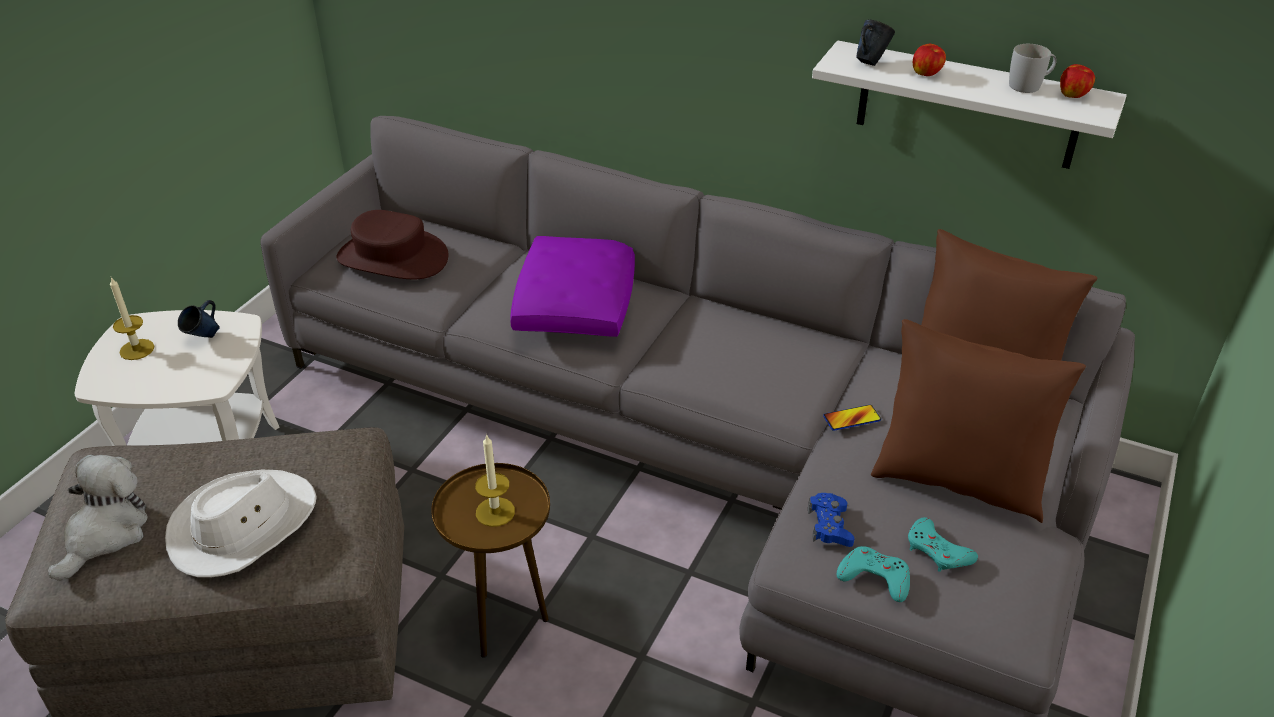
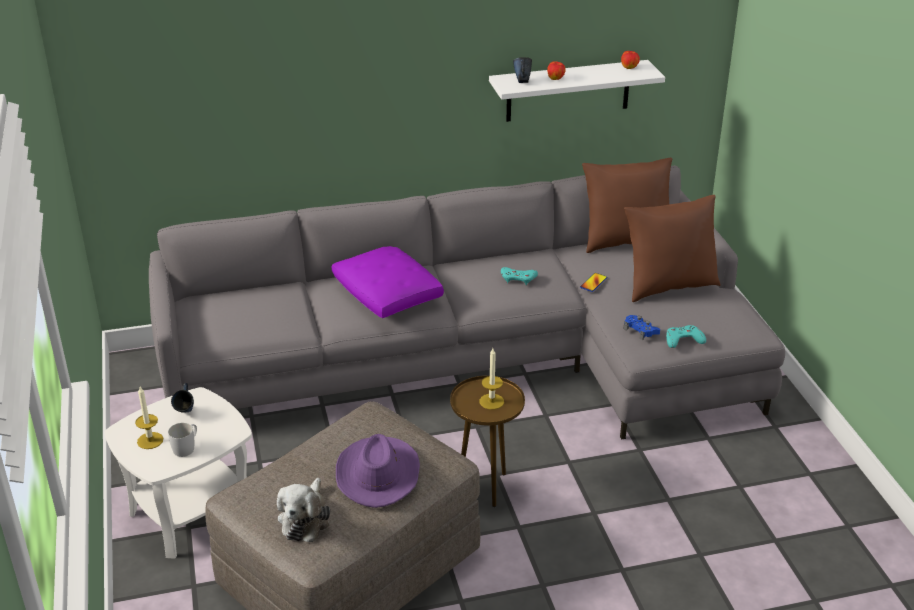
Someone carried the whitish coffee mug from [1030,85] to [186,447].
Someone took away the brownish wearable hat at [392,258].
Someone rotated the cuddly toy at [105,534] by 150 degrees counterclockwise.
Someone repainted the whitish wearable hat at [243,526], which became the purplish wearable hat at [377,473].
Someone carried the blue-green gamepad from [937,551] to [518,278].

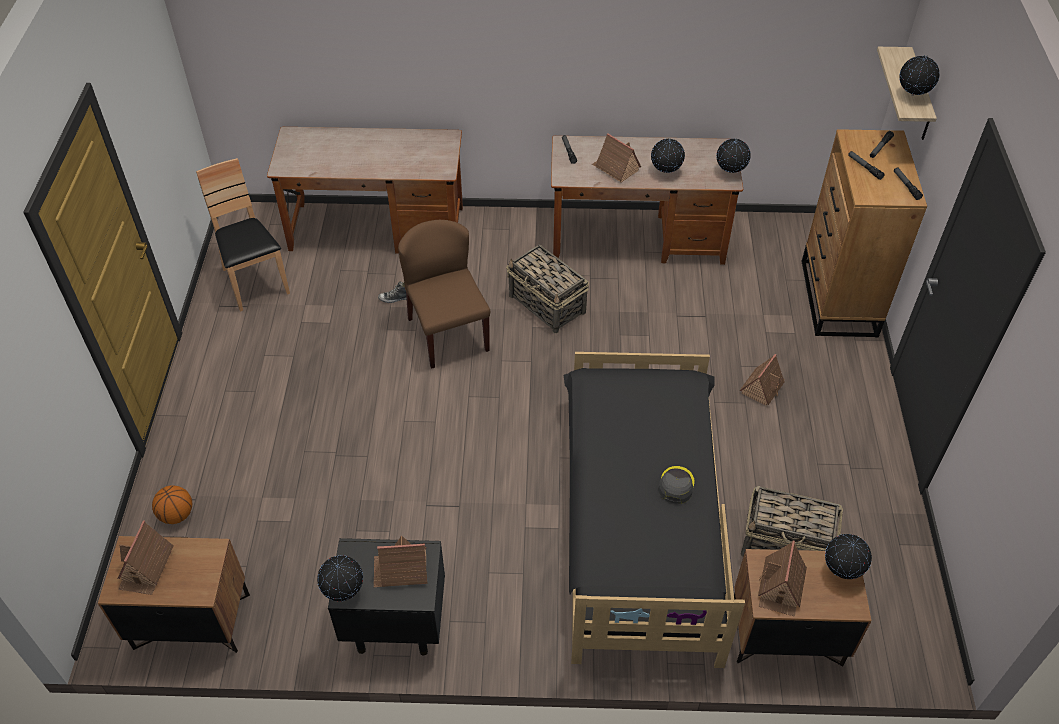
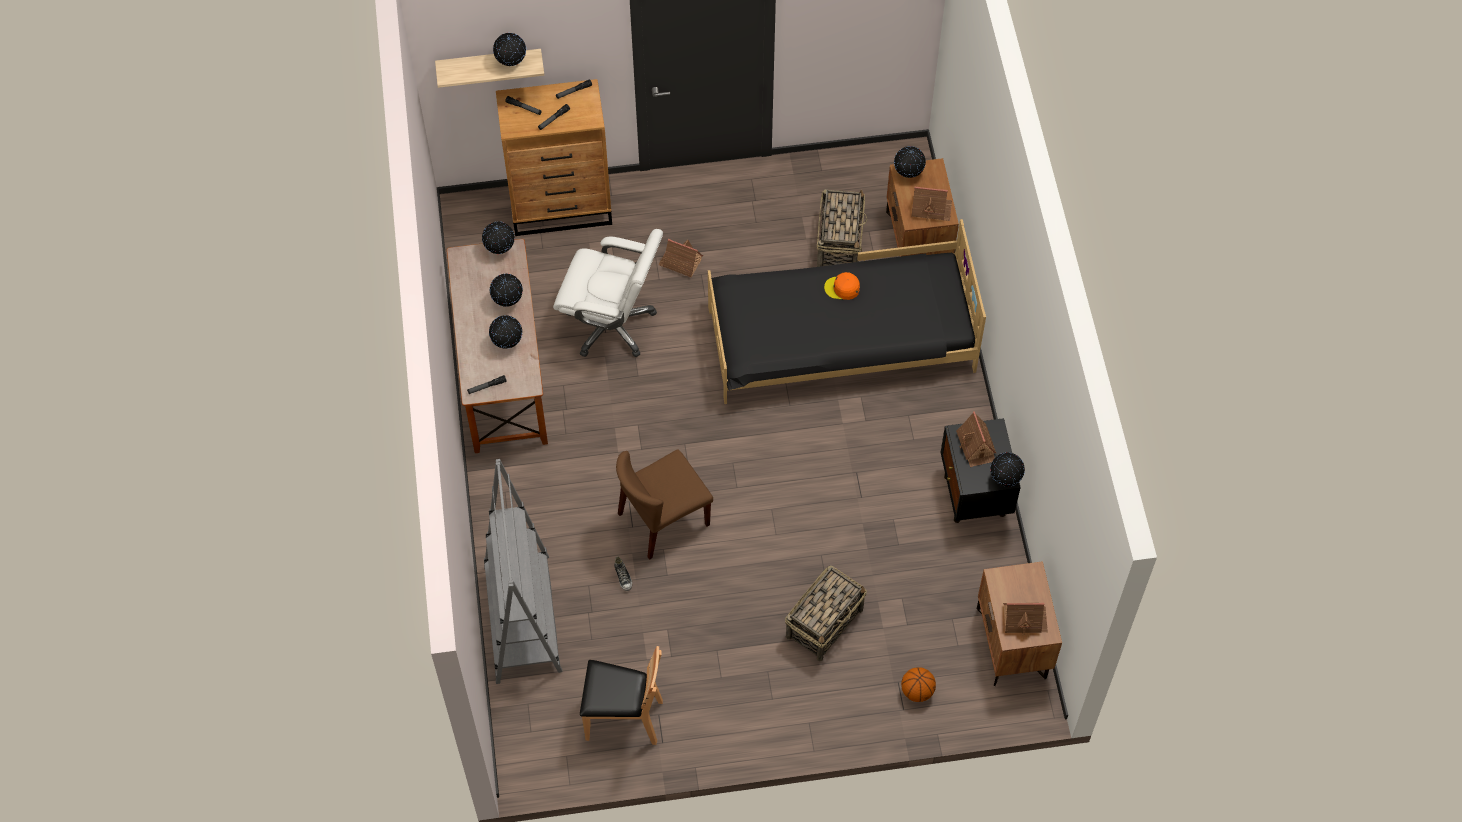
Someone swapped the desk at [377,229] for the gray bookcase at [523,618].
Someone swapped the miniature house at [616,168] for the world globe at [507,343].
Someone rotated the brownish plain chair at [255,282] by 135 degrees counterclockwise.
Someone carried the household basket from [547,304] to [825,622].
Someone repainted the gray baseball cap at [676,485], which became the orangey baseball cap at [842,288].
Someone put down the whitish computer chair at [612,324].

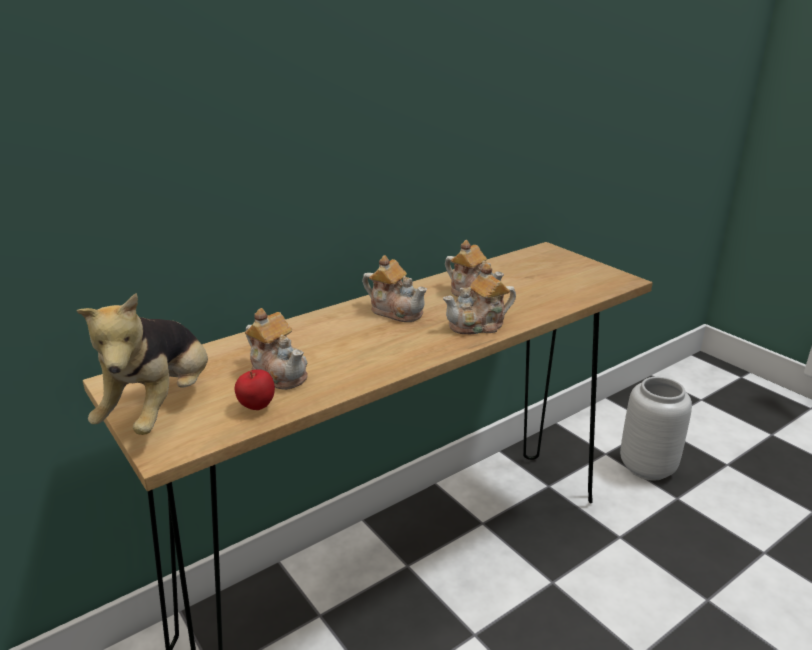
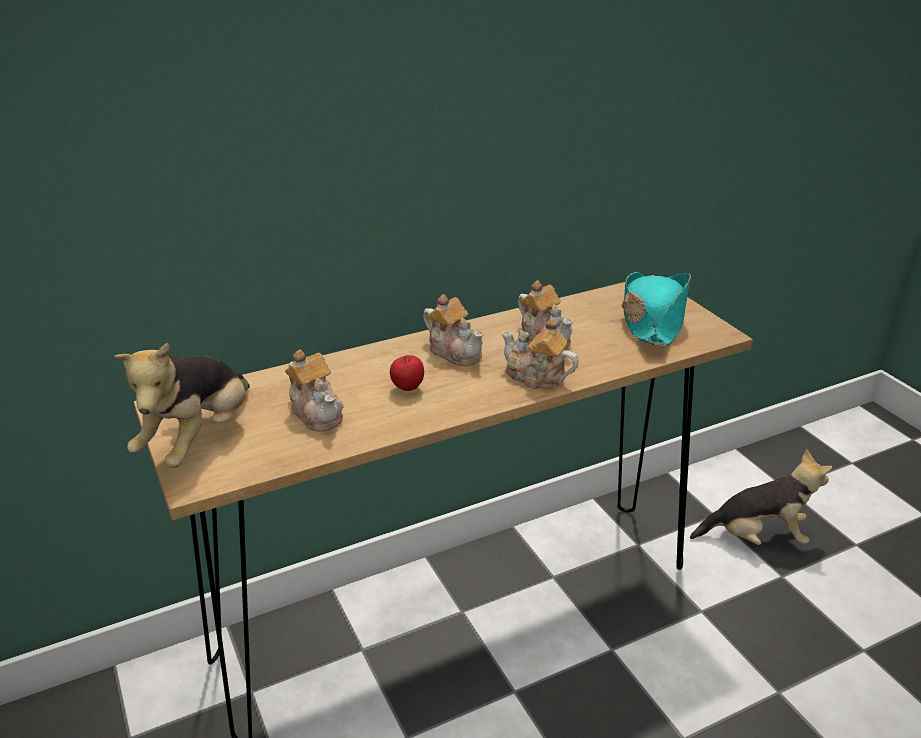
Someone rotated the tea pot at [479,325] by 45 degrees clockwise.
Someone carried the apple from [256,407] to [407,388].
Someone swapped the gray vase at [646,468] for the cuddly toy at [757,537].
Someone put down the blue-green wearable hat at [653,319].

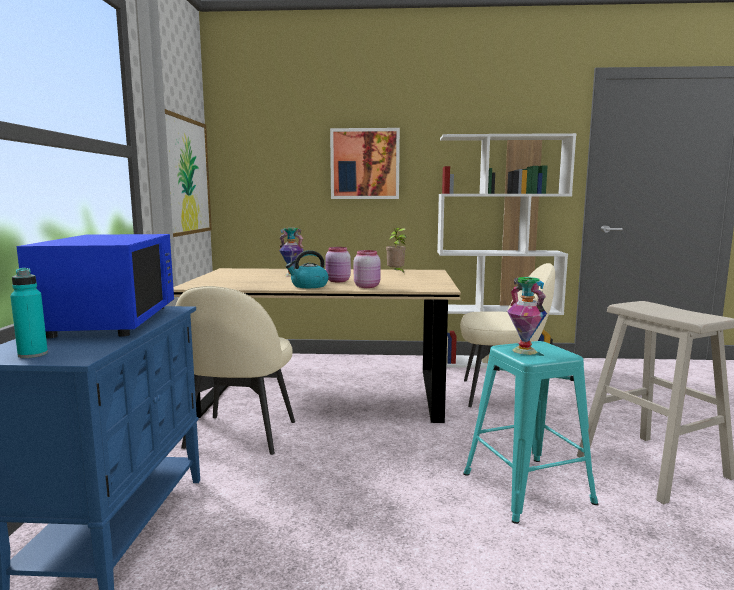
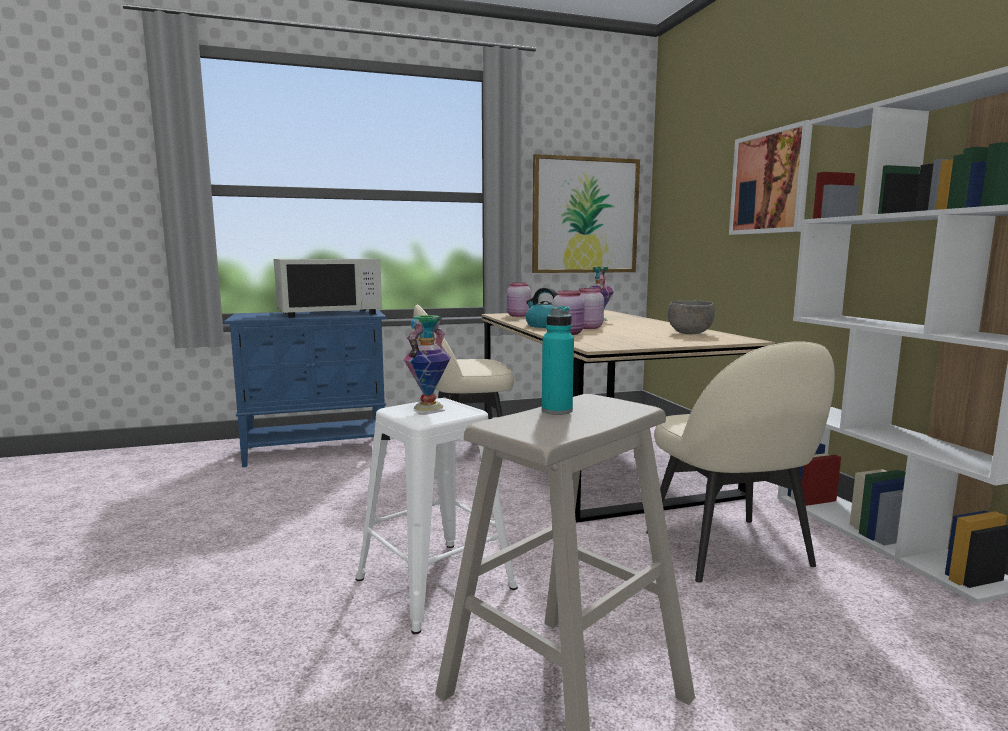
Someone swapped the potted plant at [396,273] for the gray serving bowl at [689,333].
Someone repainted the blue-coloured microwave oven at [110,321], which became the whitish microwave oven at [329,313].
Someone carried the blue-green drink bottle from [33,354] to [557,411].
Someone repainted the blue-green sitting stool at [529,488], which became the whitish sitting stool at [435,584].
Someone put down the pink-coloured jar at [518,316].

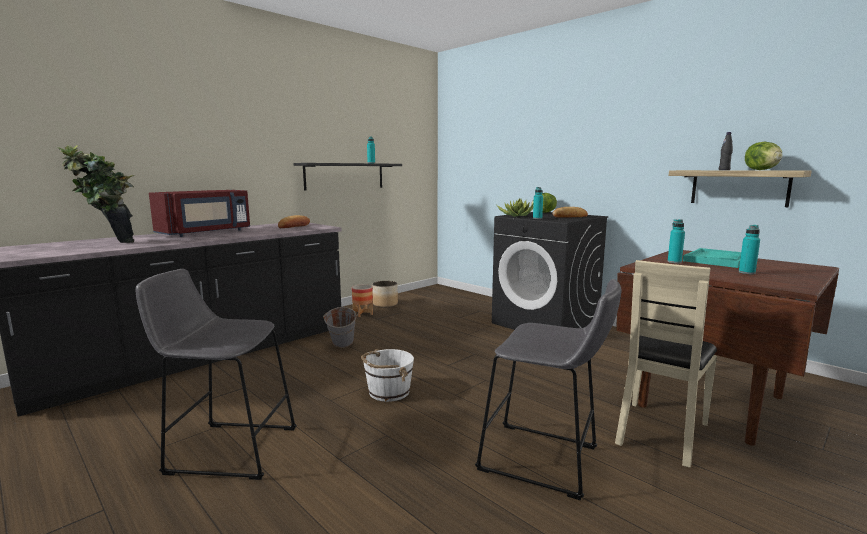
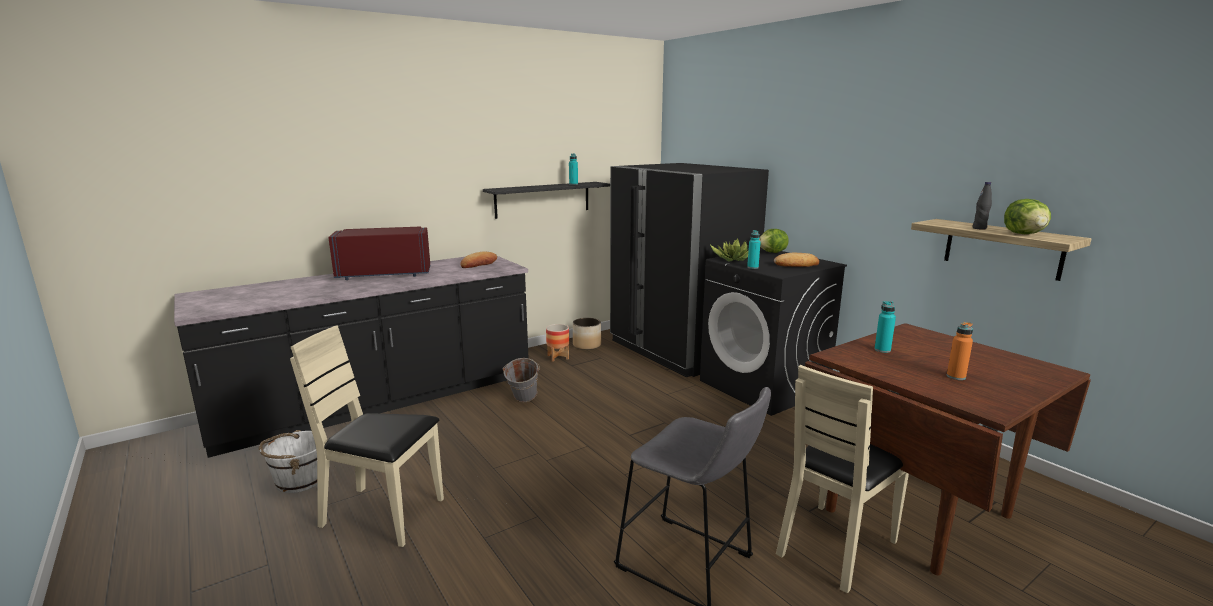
Someone took away the potted plant at [108,244].
Someone rotated the red microwave oven at [206,232] by 150 degrees counterclockwise.
Someone repainted the blue-green drink bottle at [746,272], which became the orangey drink bottle at [956,377].
Someone took away the blue-green tray at [717,260].
Someone swapped the gray sitting stool at [227,449] for the beige plain chair at [383,514].
Someone carried the whitish bucket from [388,392] to [299,480].
Someone put down the black-coloured kitchen fridge at [679,350].

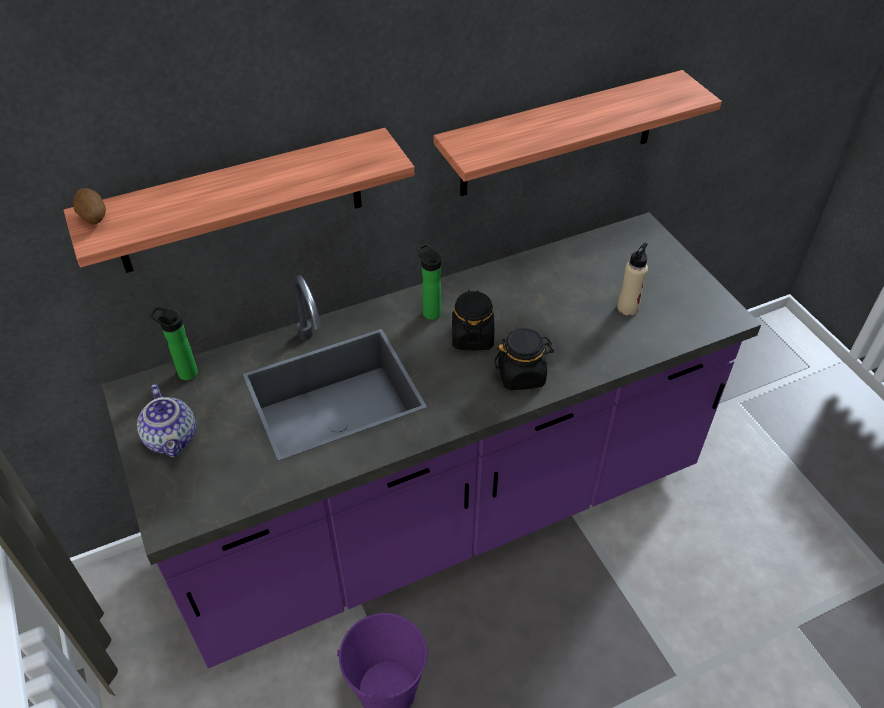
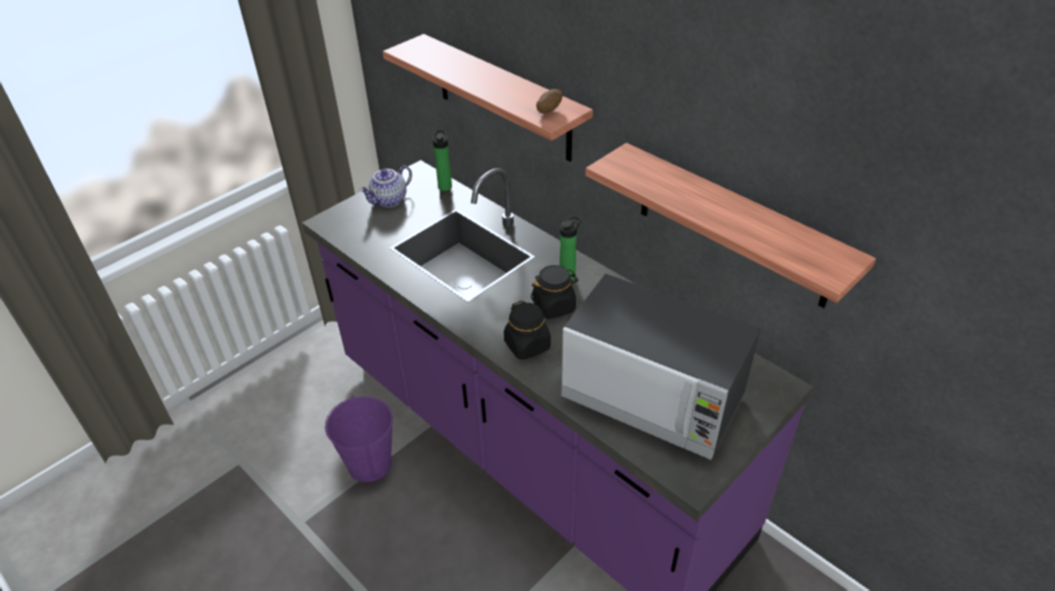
Someone carried the potato from [93,217] to [549,110].
Someone swapped the beige drink bottle at [628,308] for the microwave oven at [653,397].

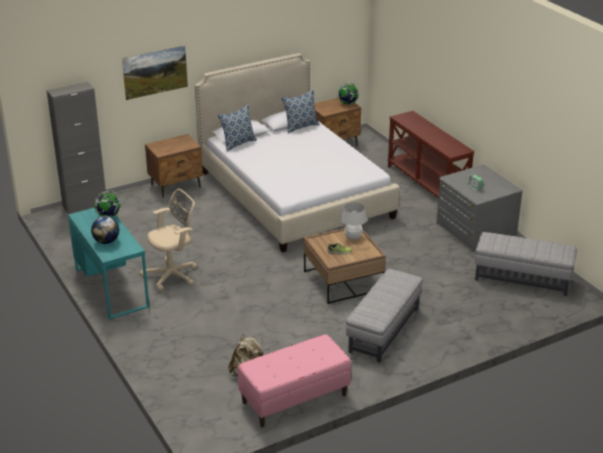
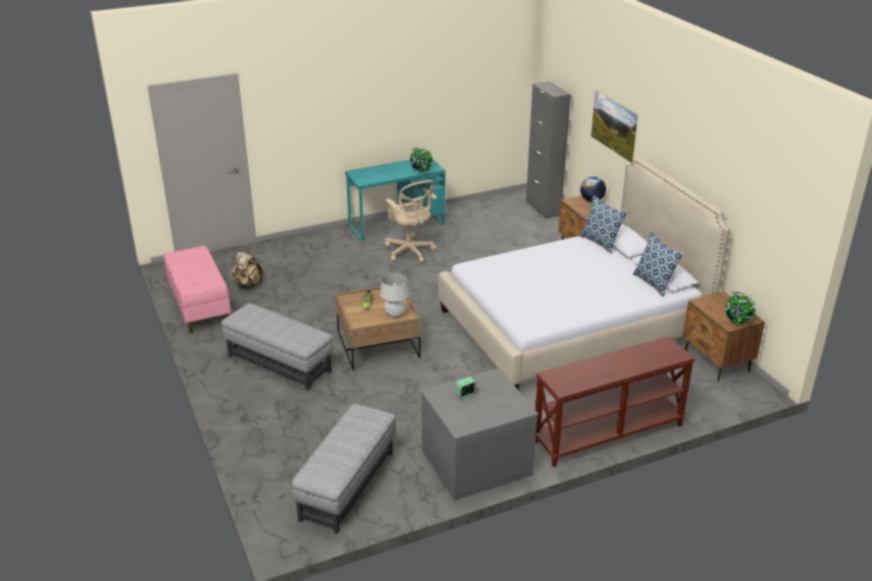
Someone carried the world globe from [106,241] to [591,200].

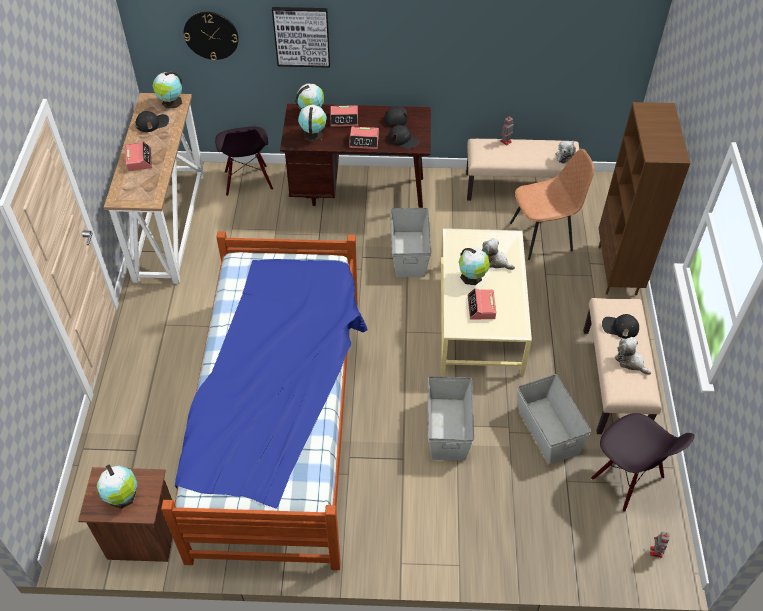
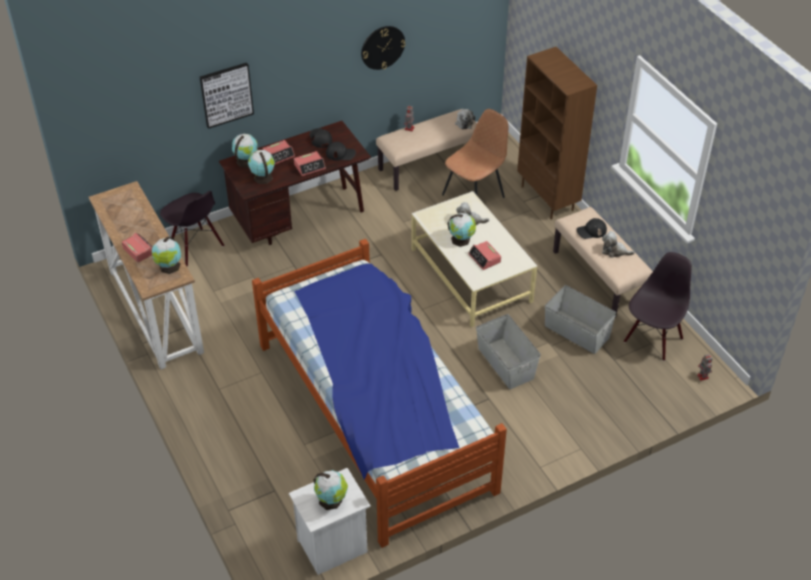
Someone carried the wall clock from [211,35] to [382,47].
Someone carried the world globe from [171,103] to [169,267].
Someone took away the black-coloured baseball cap at [152,123].
Someone took away the gray storage container at [409,253].
Someone rotated the black-coloured plain chair at [626,479] by 75 degrees counterclockwise.
Someone repainted the brownish bedside table at [142,538], which became the whitish bedside table at [333,547].

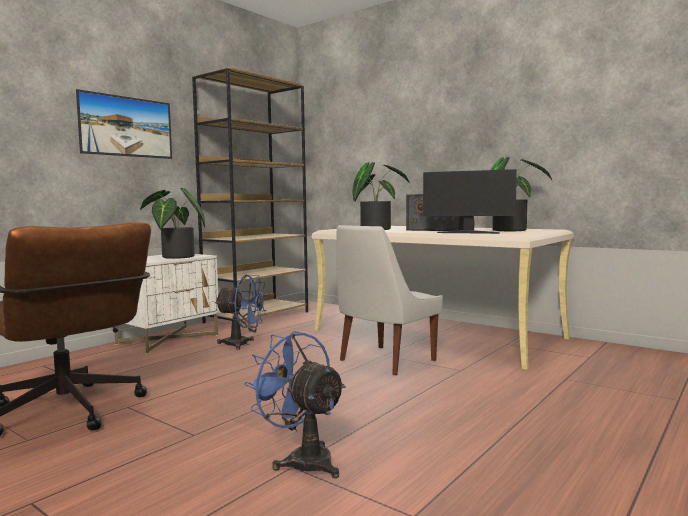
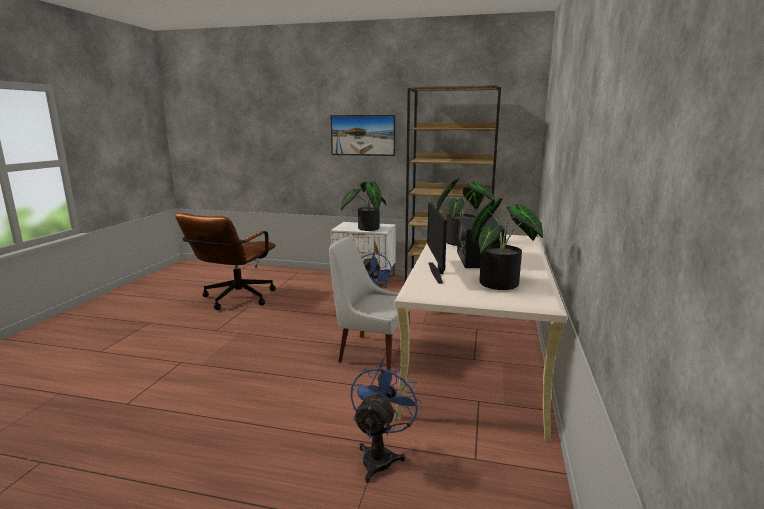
Someone carried the blue-coloured electric fan from [302,459] to [380,456].

